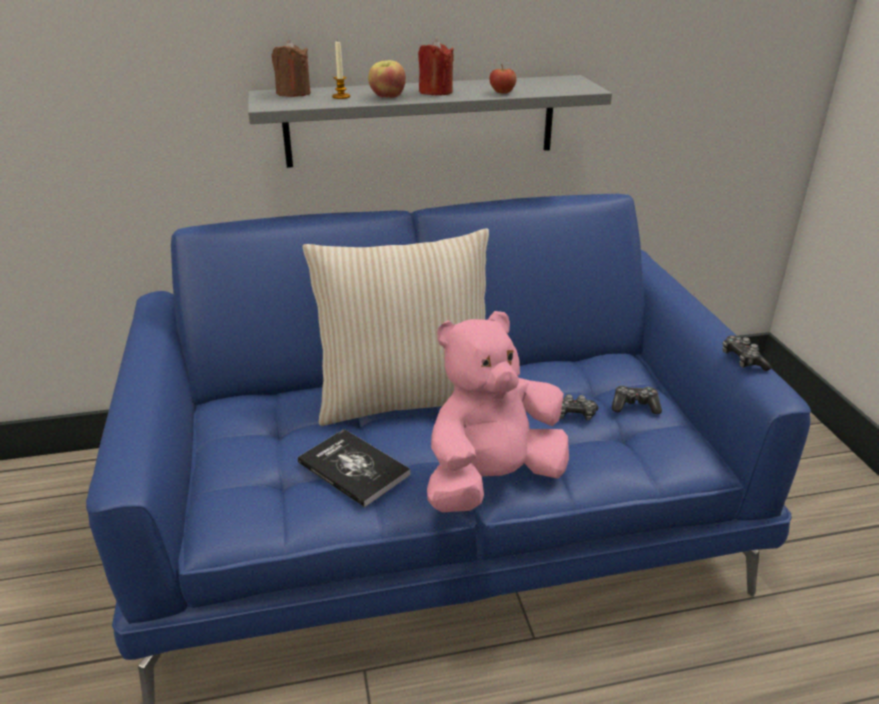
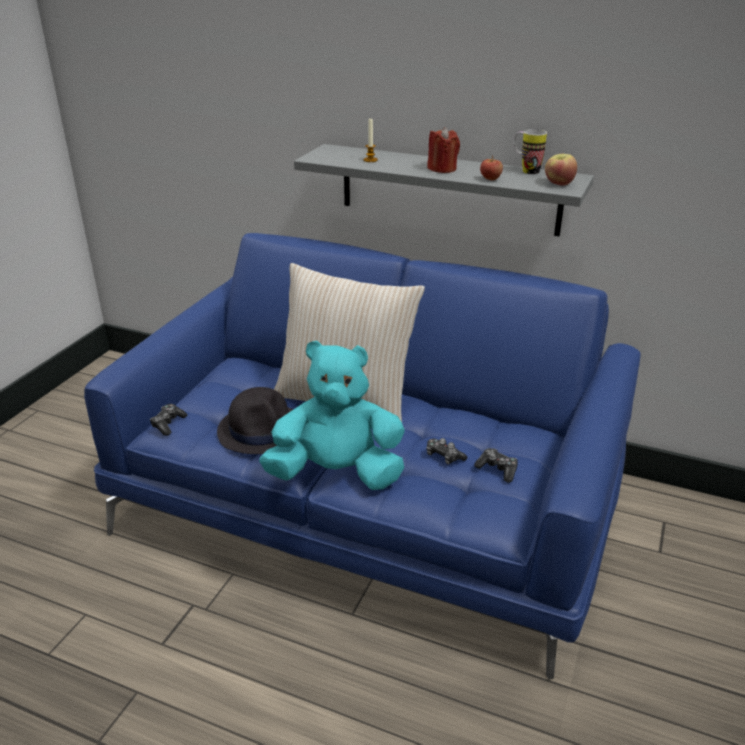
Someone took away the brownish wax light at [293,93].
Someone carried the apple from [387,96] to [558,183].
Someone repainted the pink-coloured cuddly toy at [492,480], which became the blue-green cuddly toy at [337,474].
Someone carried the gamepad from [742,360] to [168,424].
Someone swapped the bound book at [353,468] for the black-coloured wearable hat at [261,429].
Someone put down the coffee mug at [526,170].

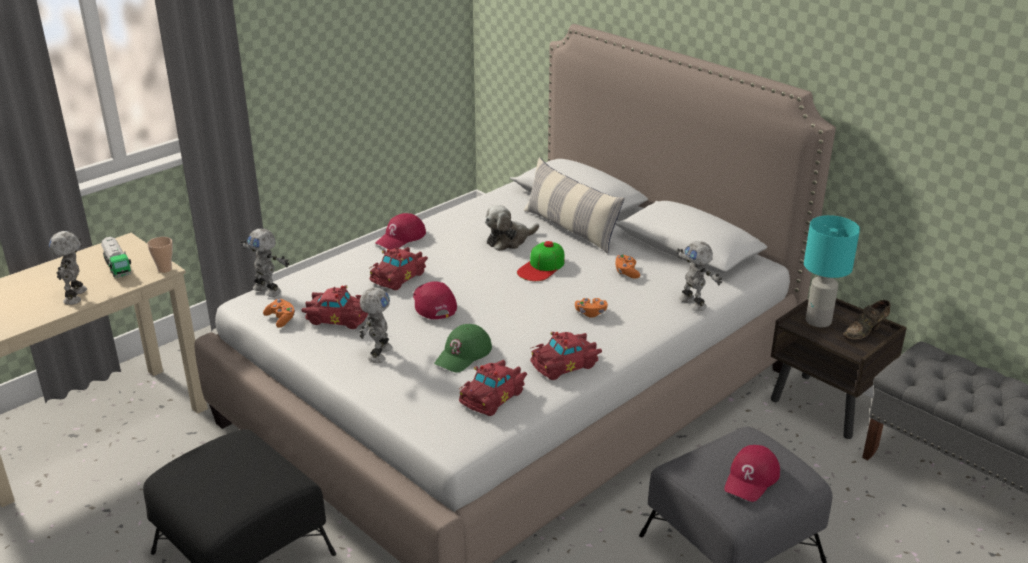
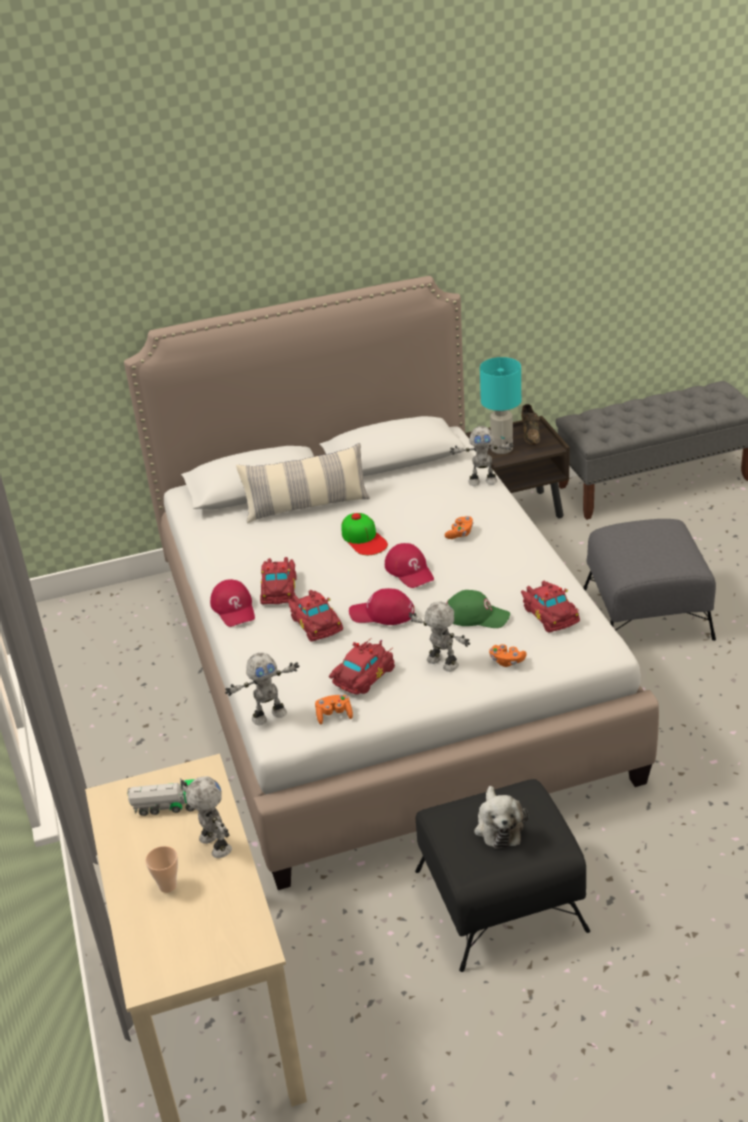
Someone carried the cuddly toy from [509,240] to [498,826].
Someone rotated the toy robot at [77,296] by 150 degrees counterclockwise.
Someone carried the cup from [164,269] to [168,885].
Someone carried the orangey gamepad from [626,272] to [507,661].
Someone rotated the greenish baseball cap at [463,354] by 45 degrees counterclockwise.
Someone carried the red miniature car from [566,364] to [279,589].
Someone carried the red baseball cap from [751,478] to [409,571].

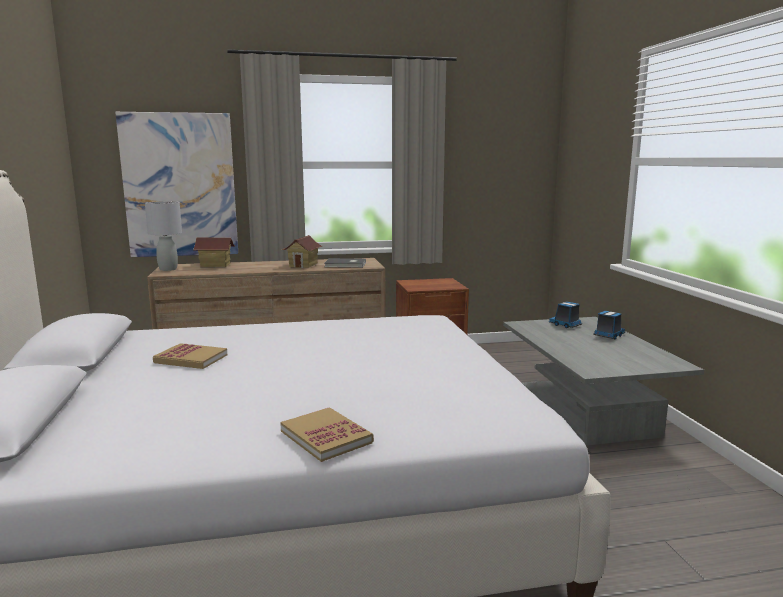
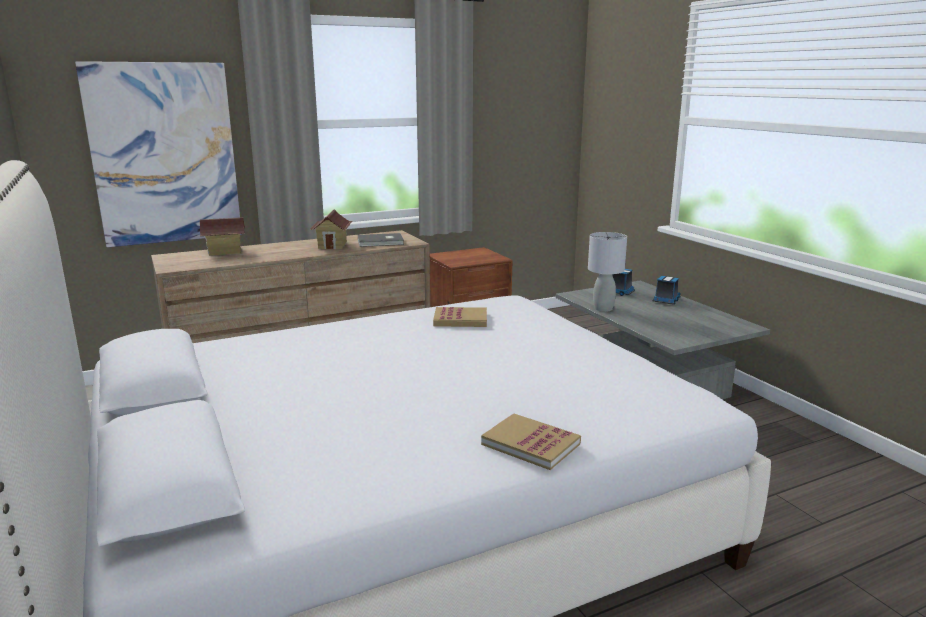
Someone carried the gray lamp for a table from [168,269] to [603,308].
Someone carried the bound book from [191,359] to [460,320].

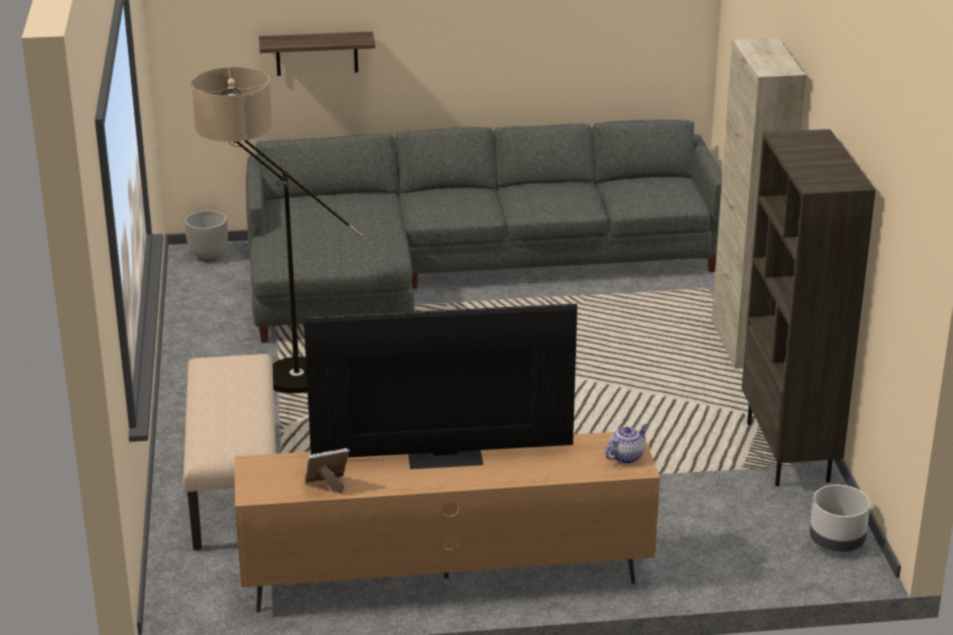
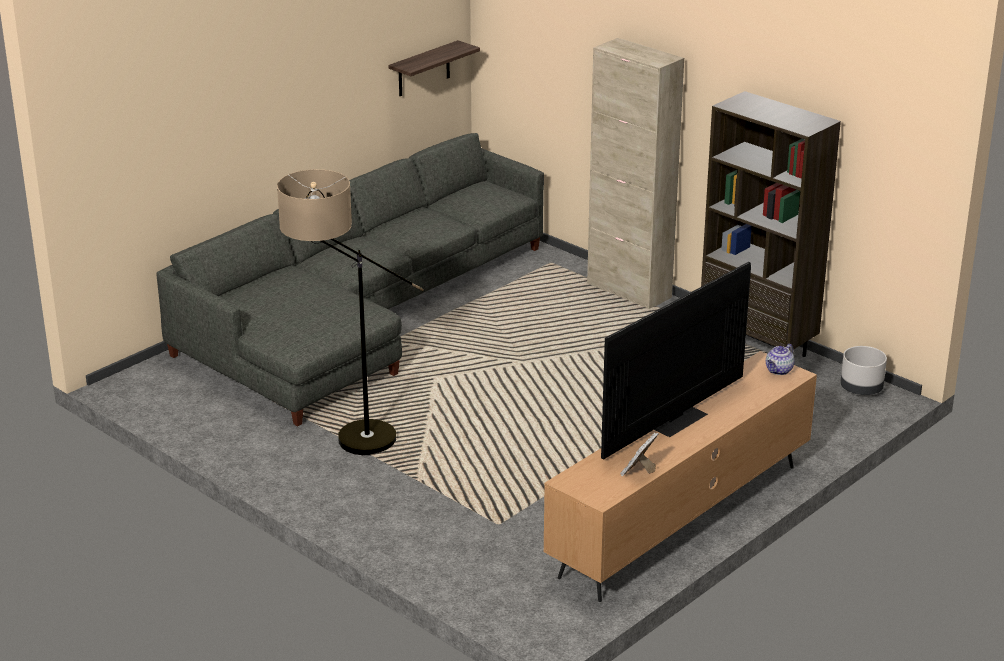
Someone carried the bracket shelf from [316,53] to [424,69].
Someone took away the planter at [209,256].
Someone took away the beige long seat at [234,486].
Someone rotated the tea pot at [626,456] by 150 degrees counterclockwise.

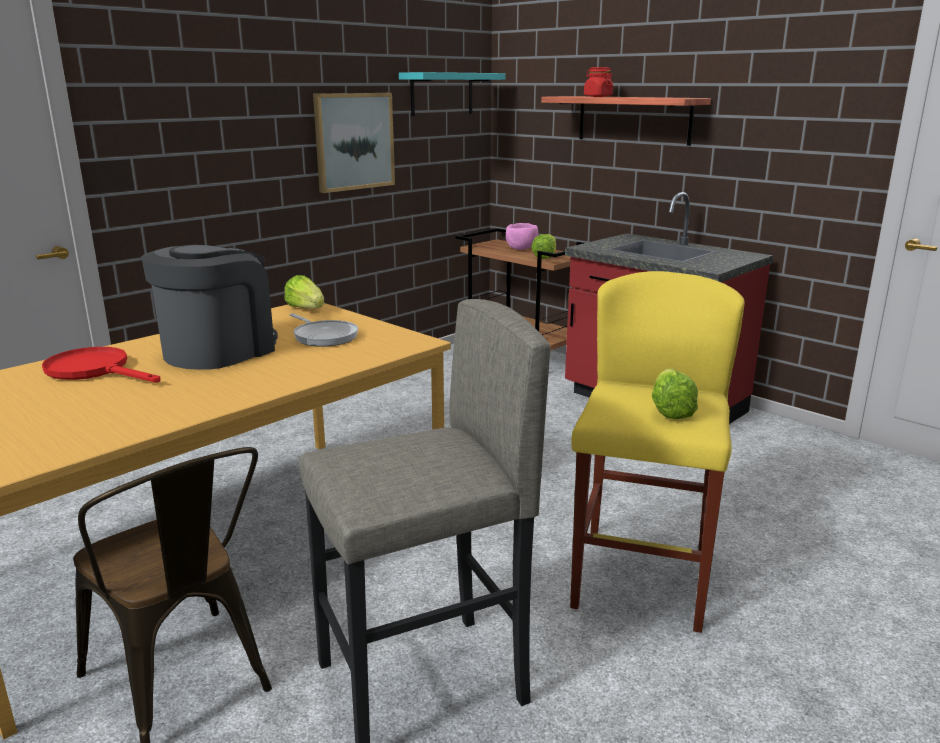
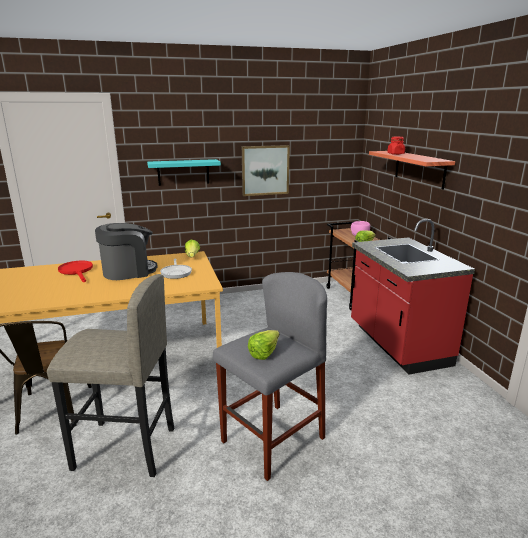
Someone carried the blue-green bracket shelf from [442,94] to [183,172].
Someone repainted the yellow-coloured sitting stool at [641,576], which became the gray sitting stool at [272,439].

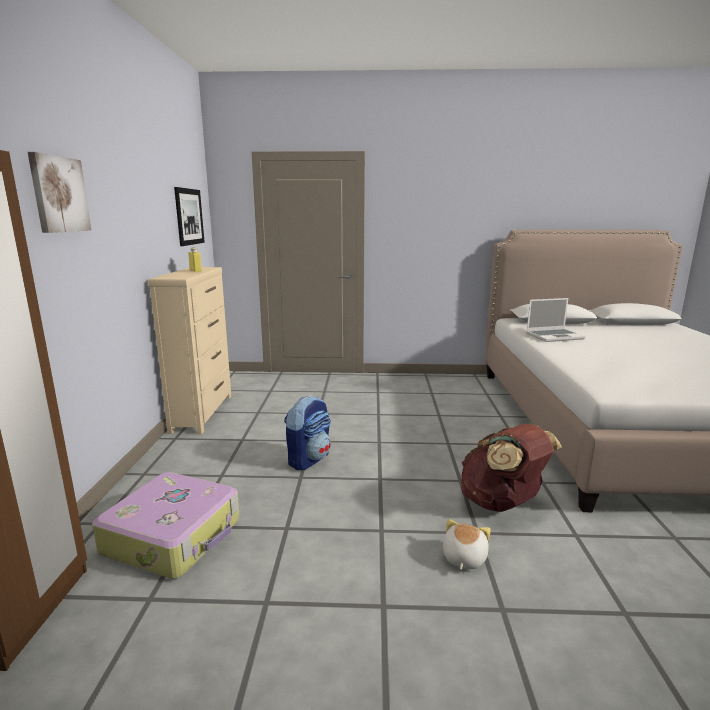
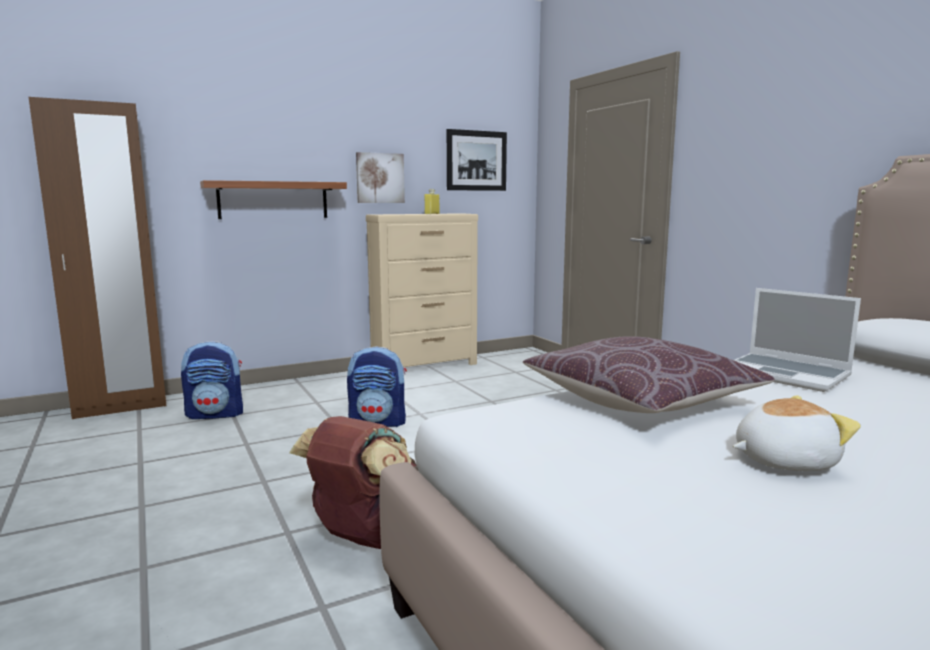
Someone carried the wall art from [59,194] to [380,178].
Someone swapped the travel case at [174,536] for the backpack at [216,414].
Someone carried the cuddly toy from [463,558] to [783,461].
Someone put up the bracket shelf at [273,200].
Someone put down the brownish pillow at [640,401].

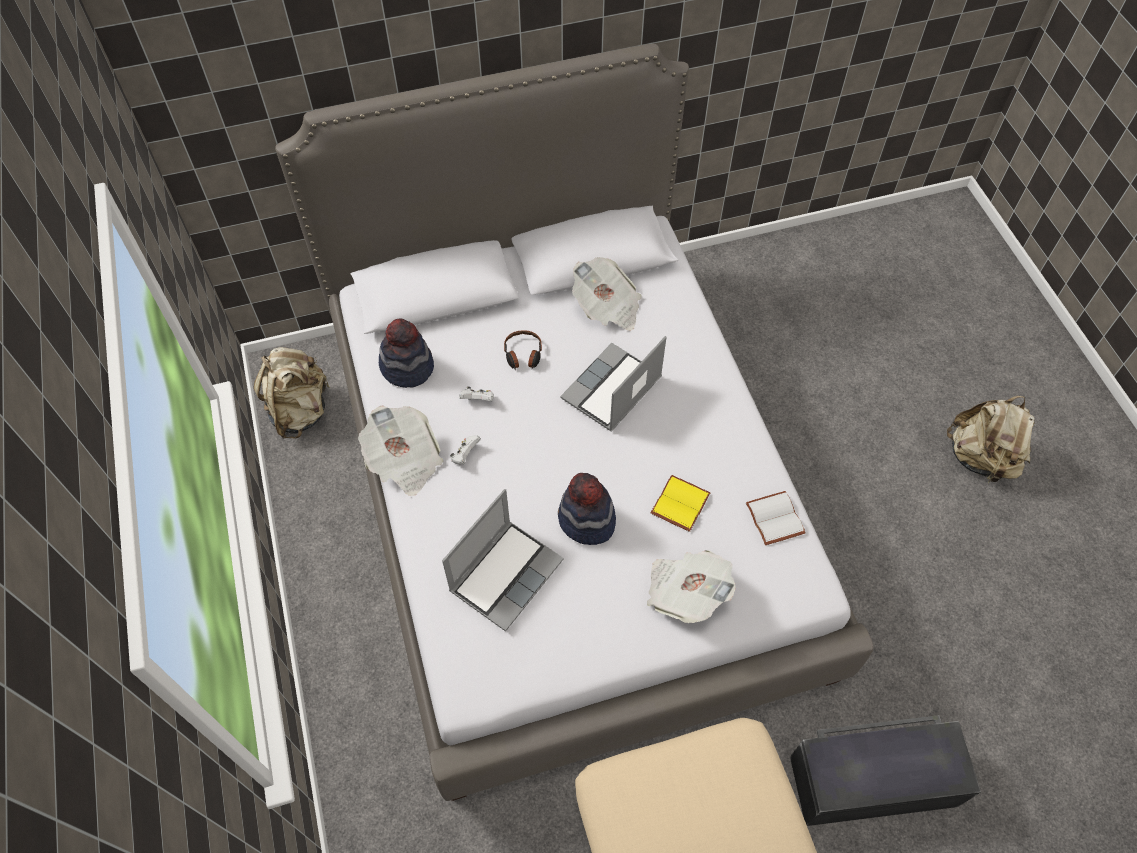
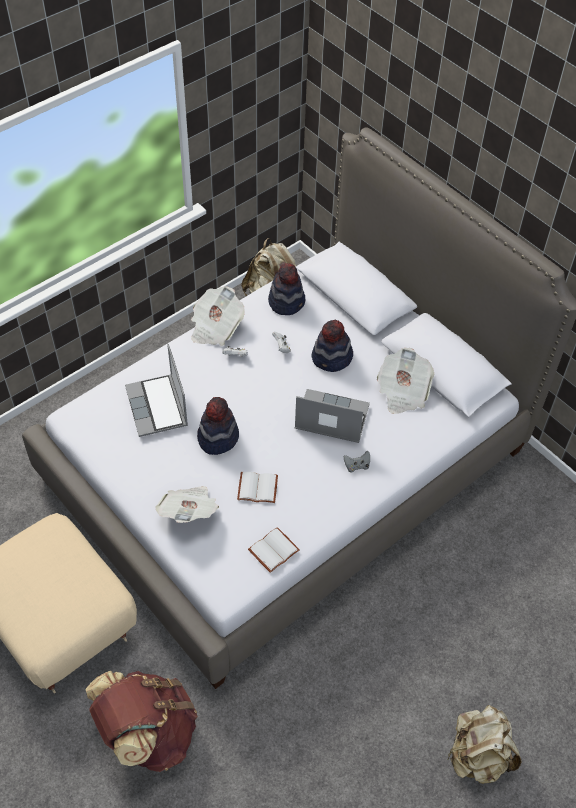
Someone swapped the headset at [523,355] for the wearable hat at [332,358].
Someone repainted the yellow-coloured bound book at [679,502], which became the whitish bound book at [258,487].
Someone rotated the laptop at [506,574] by 60 degrees clockwise.
Someone swapped the black-coloured storage container at [872,779] for the brownish backpack at [148,733].
Someone put down the gray gamepad at [357,466].

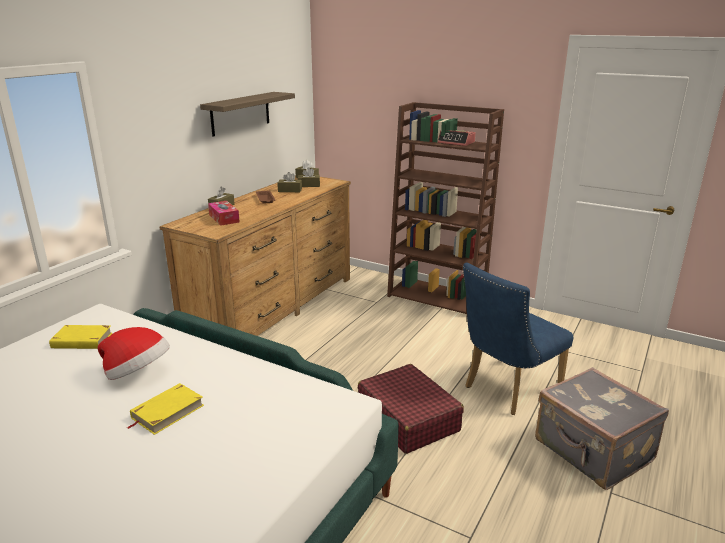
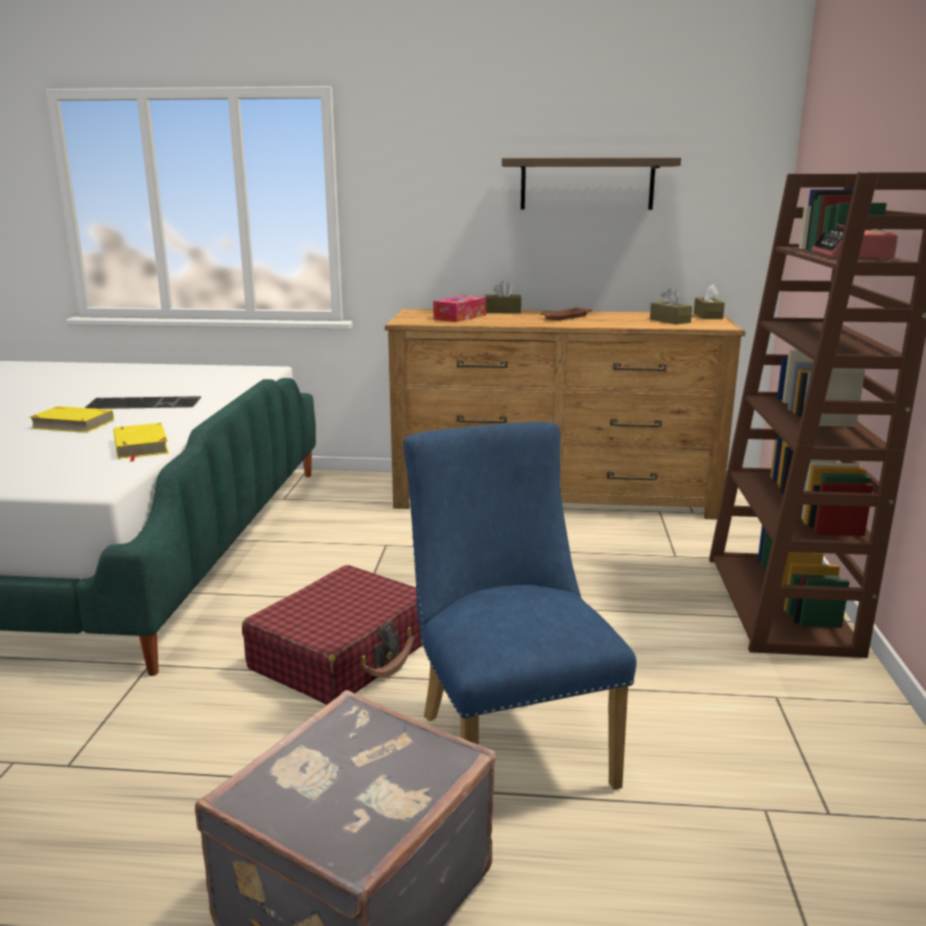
Someone took away the brownish tissue box at [290,190].
Someone rotated the blue-coloured plain chair at [506,390] by 45 degrees clockwise.
Someone carried the yellow-coloured bound book from [82,341] to [140,446].
Someone swapped the wearable hat at [137,374] for the PC keyboard at [145,403].

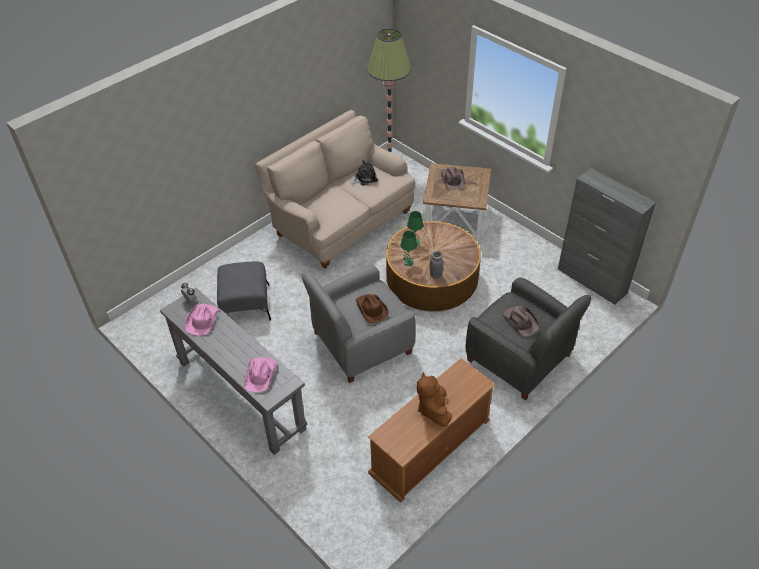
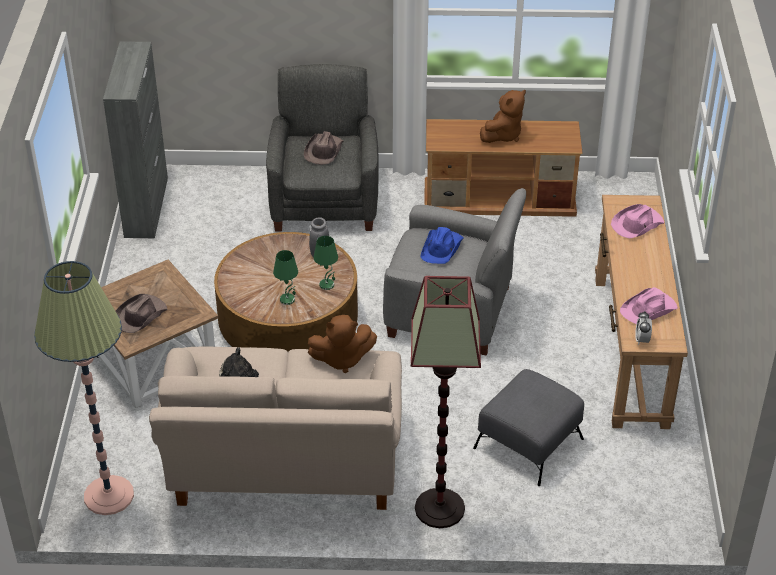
Someone repainted the gray console table at [241,394], which became the brownish console table at [630,350].
Someone repainted the brownish wearable hat at [371,309], which became the blue-coloured wearable hat at [442,248].
Someone put down the standard lamp at [439,509].
Someone put down the brownish cuddly toy at [342,359].

